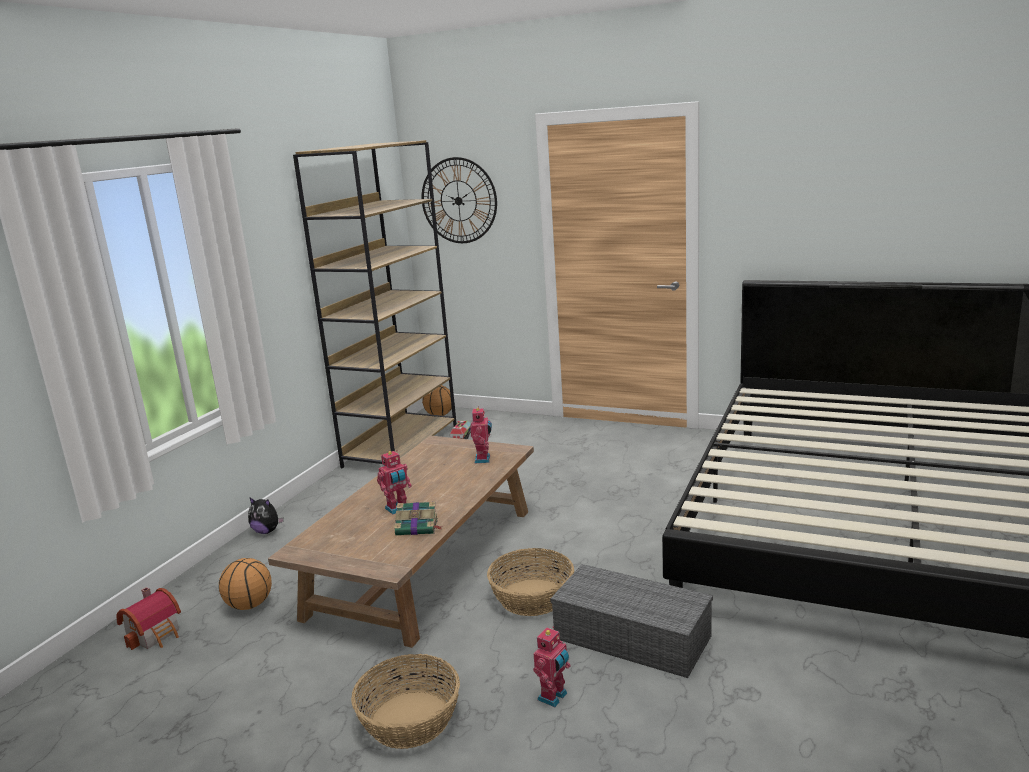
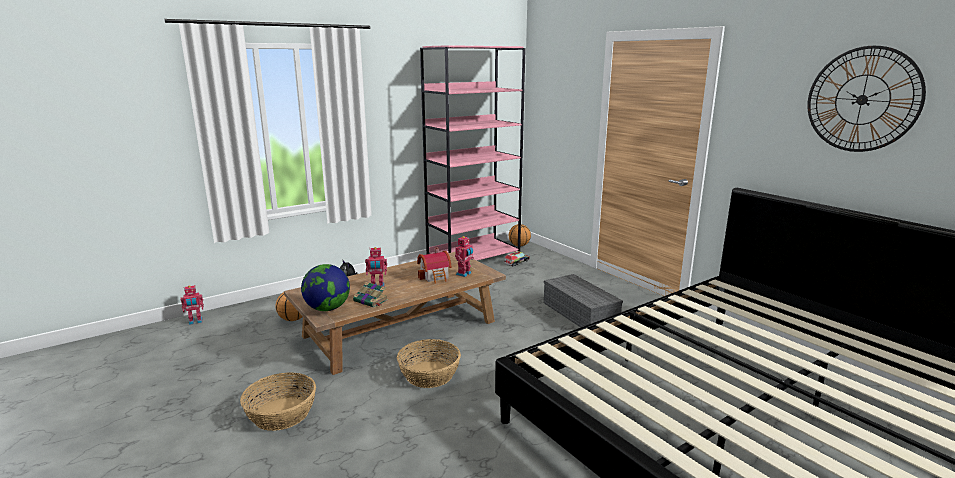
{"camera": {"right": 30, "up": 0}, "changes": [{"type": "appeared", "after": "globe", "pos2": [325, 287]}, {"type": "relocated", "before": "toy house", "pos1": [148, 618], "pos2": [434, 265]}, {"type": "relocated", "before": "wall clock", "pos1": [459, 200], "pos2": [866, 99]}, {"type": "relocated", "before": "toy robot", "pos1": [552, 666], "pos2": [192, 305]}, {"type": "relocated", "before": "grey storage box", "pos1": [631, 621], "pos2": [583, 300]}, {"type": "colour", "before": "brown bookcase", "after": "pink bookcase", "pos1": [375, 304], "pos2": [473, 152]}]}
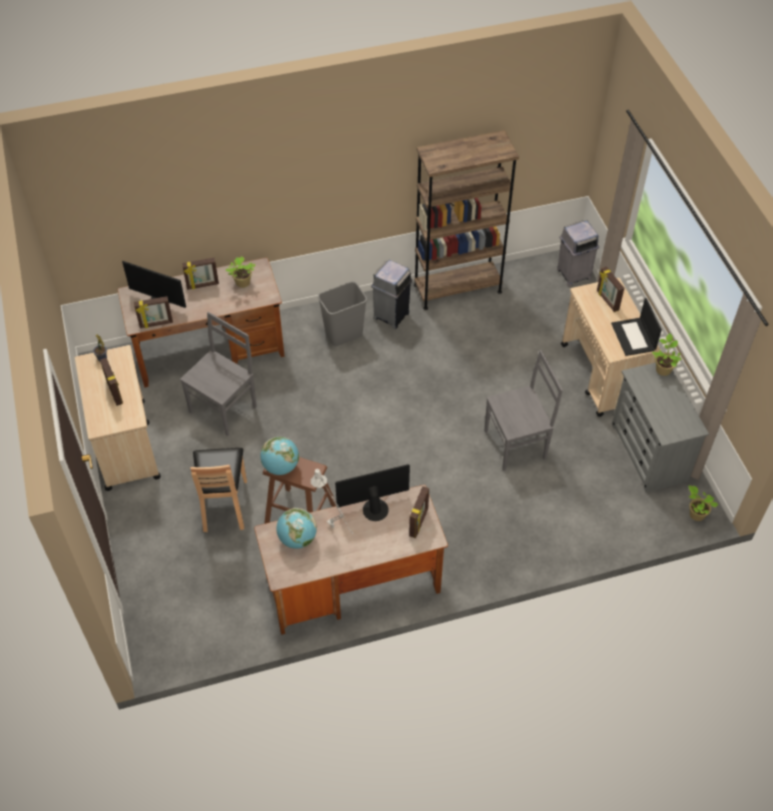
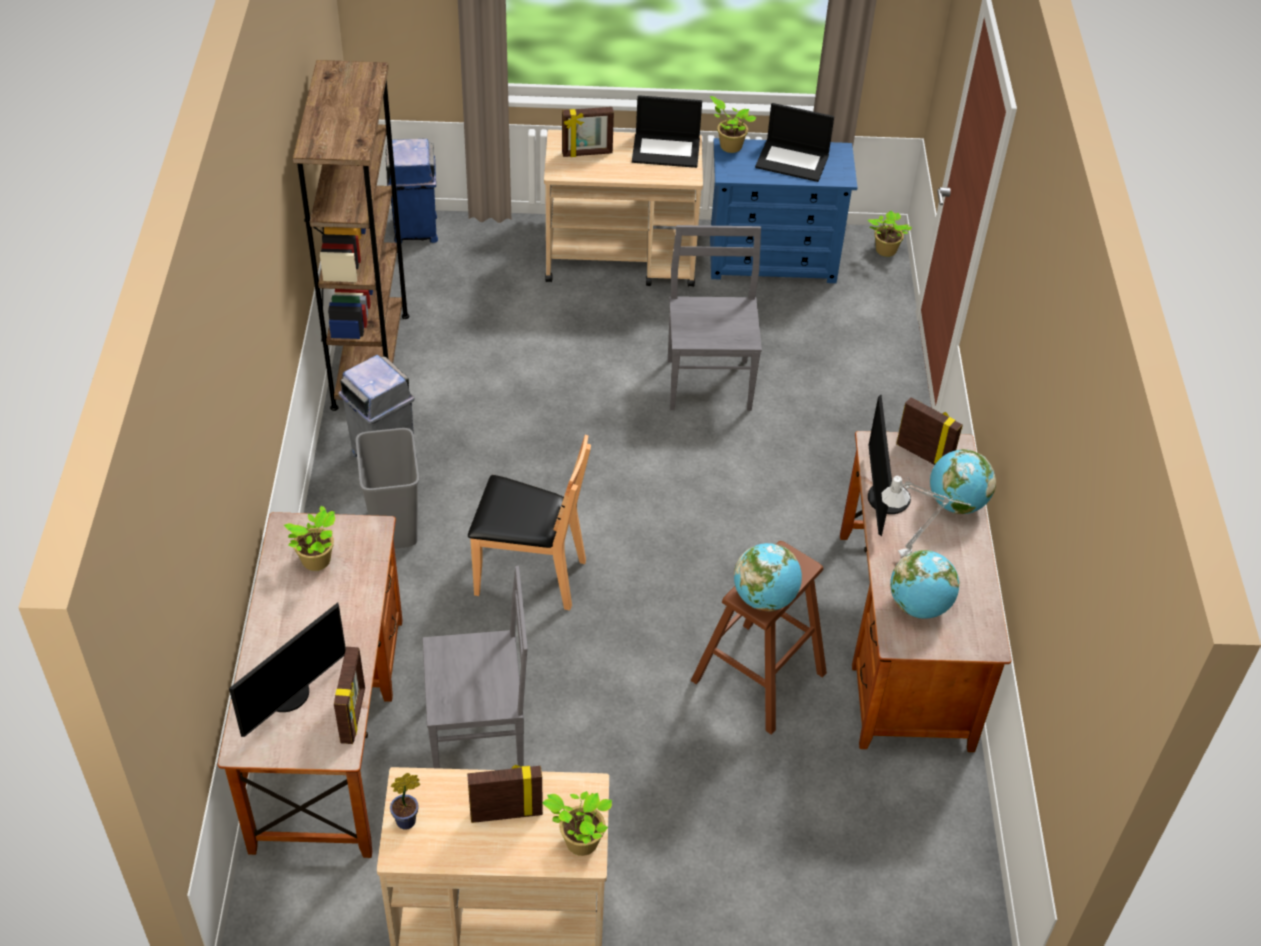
{"camera": {"right": -75, "up": -5}, "changes": [{"type": "missing", "before": "picture frame", "pos1": [200, 274]}, {"type": "appeared", "after": "potted plant", "pos2": [577, 823]}, {"type": "appeared", "after": "laptop", "pos2": [794, 142]}, {"type": "appeared", "after": "globe", "pos2": [963, 481]}, {"type": "relocated", "before": "brown chair", "pos1": [218, 490], "pos2": [529, 522]}, {"type": "colour", "before": "grey trash can", "after": "blue trash can", "pos1": [578, 253], "pos2": [412, 191]}, {"type": "colour", "before": "grey dresser", "after": "blue dresser", "pos1": [660, 427], "pos2": [784, 210]}, {"type": "spun", "before": "grey chair", "pos1": [218, 374], "pos2": [475, 667], "turn": 120}]}
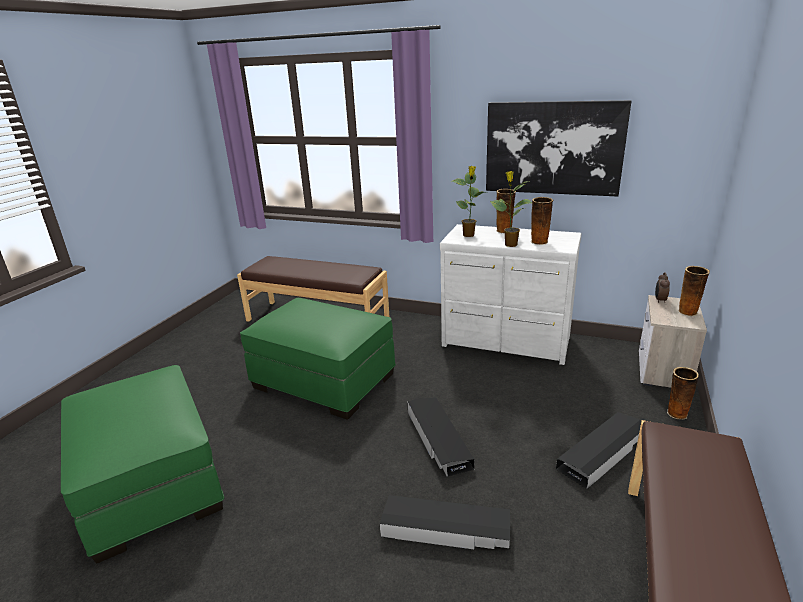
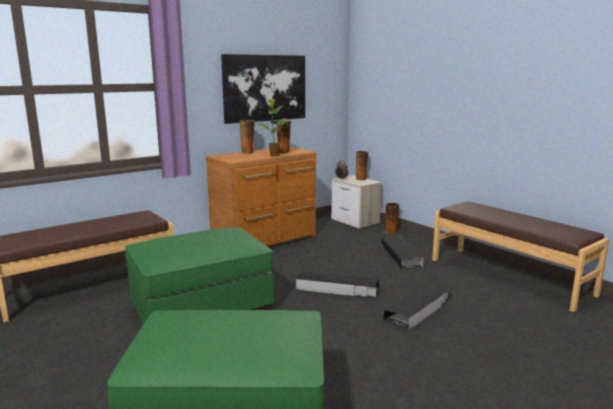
{"camera": {"right": -60, "up": -10}, "changes": [{"type": "missing", "before": "potted plant", "pos1": [470, 201]}, {"type": "colour", "before": "white dresser", "after": "brown dresser", "pos1": [511, 294], "pos2": [261, 196]}]}
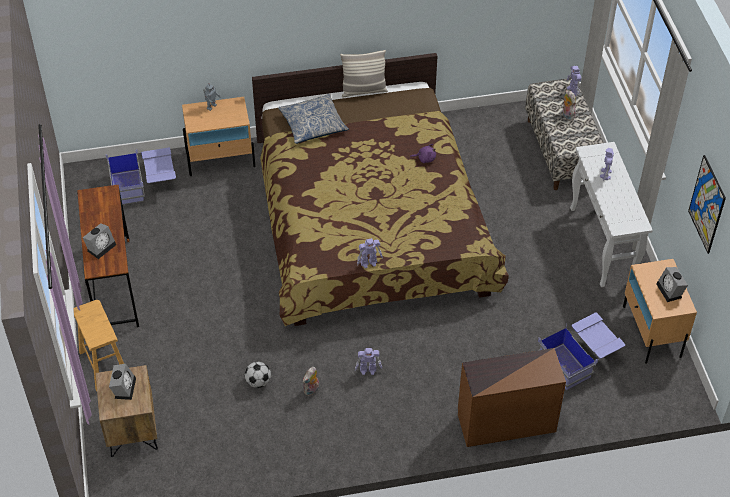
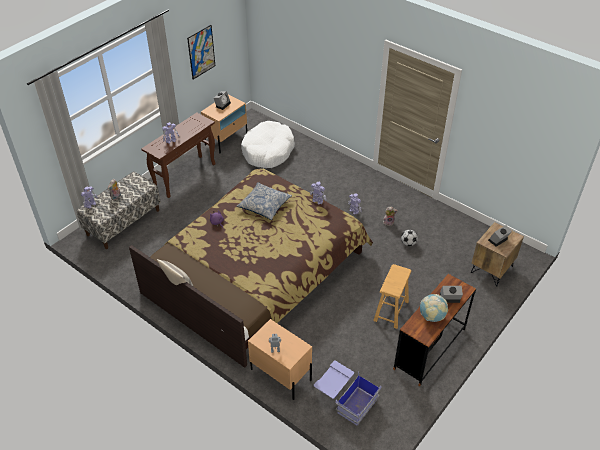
{"camera": {"right": -130, "up": -5}, "changes": [{"type": "missing", "before": "brown dresser", "pos1": [512, 397]}, {"type": "appeared", "after": "globe", "pos2": [434, 308]}, {"type": "relocated", "before": "brown stool", "pos1": [99, 345], "pos2": [392, 296]}, {"type": "relocated", "before": "pillow", "pos1": [313, 119], "pos2": [264, 201]}, {"type": "exchanged", "before": "blue storage box", "after": "white dog bed", "pos1": [581, 351], "pos2": [268, 144]}, {"type": "colour", "before": "white console table", "after": "brown console table", "pos1": [611, 214], "pos2": [178, 155]}]}
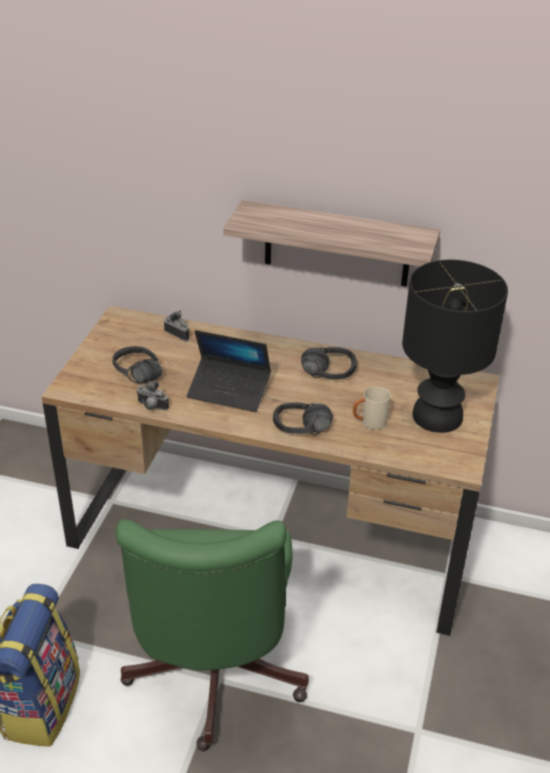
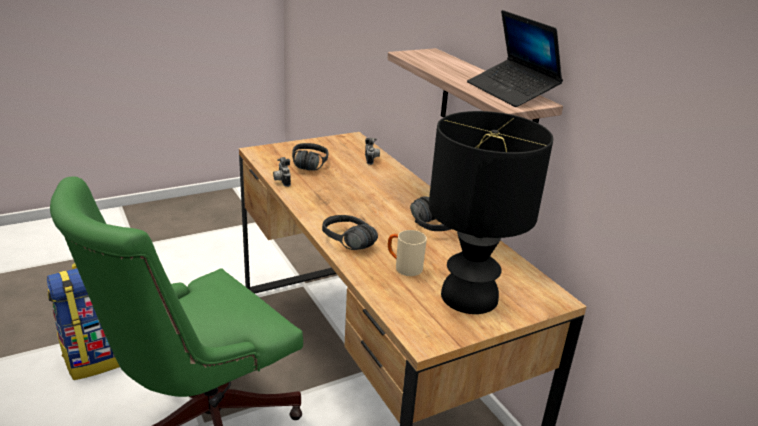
{"camera": {"right": 45, "up": -10}, "changes": [{"type": "relocated", "before": "laptop", "pos1": [229, 371], "pos2": [515, 58]}]}
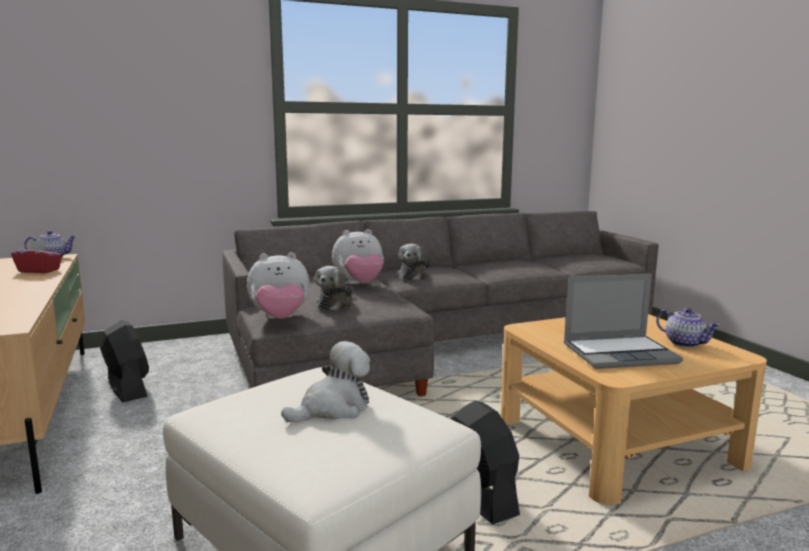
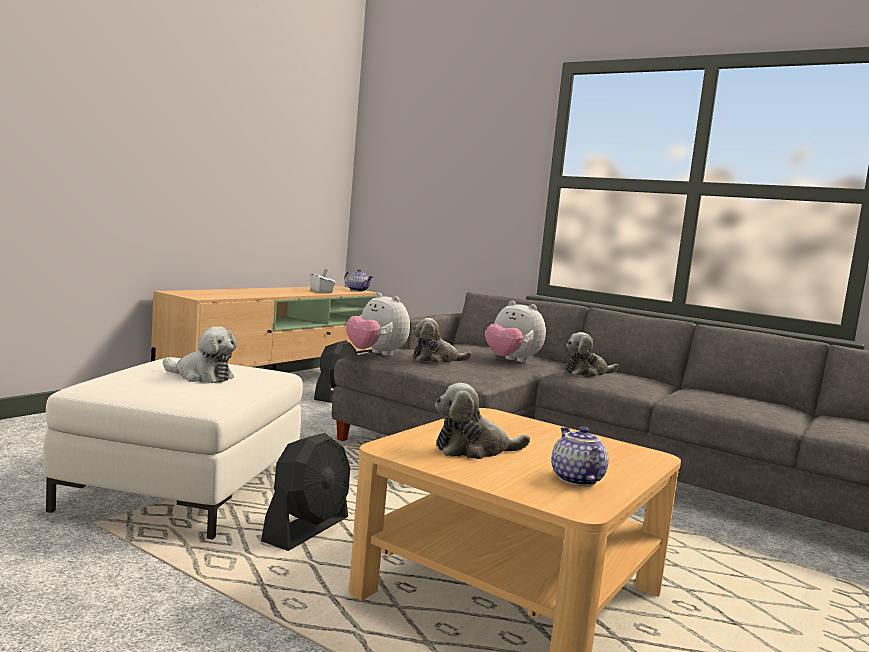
{"camera": {"right": 55, "up": -5}, "changes": [{"type": "exchanged", "before": "laptop", "after": "plush toy", "pos1": [623, 321], "pos2": [482, 421]}, {"type": "colour", "before": "red tissue box", "after": "white tissue box", "pos1": [37, 256], "pos2": [323, 281]}, {"type": "spun", "before": "teapot", "pos1": [688, 328], "pos2": [580, 456], "turn": 150}]}
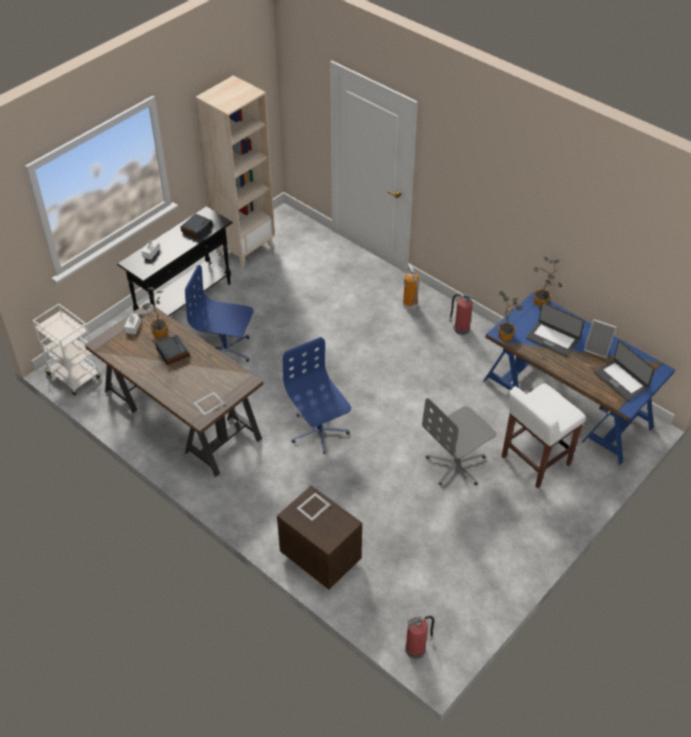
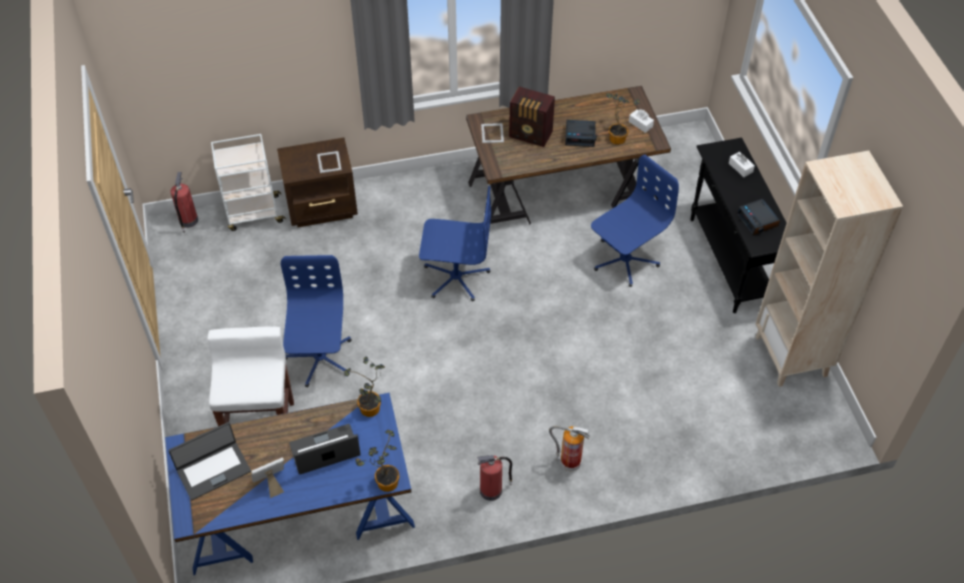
{"camera": {"right": 125, "up": 5}, "changes": [{"type": "appeared", "after": "radio", "pos2": [532, 117]}, {"type": "relocated", "before": "white cart", "pos1": [66, 349], "pos2": [248, 182]}, {"type": "colour", "before": "grey office chair", "after": "blue office chair", "pos1": [459, 442], "pos2": [316, 321]}, {"type": "spun", "before": "laptop", "pos1": [624, 370], "pos2": [209, 461], "turn": 150}]}
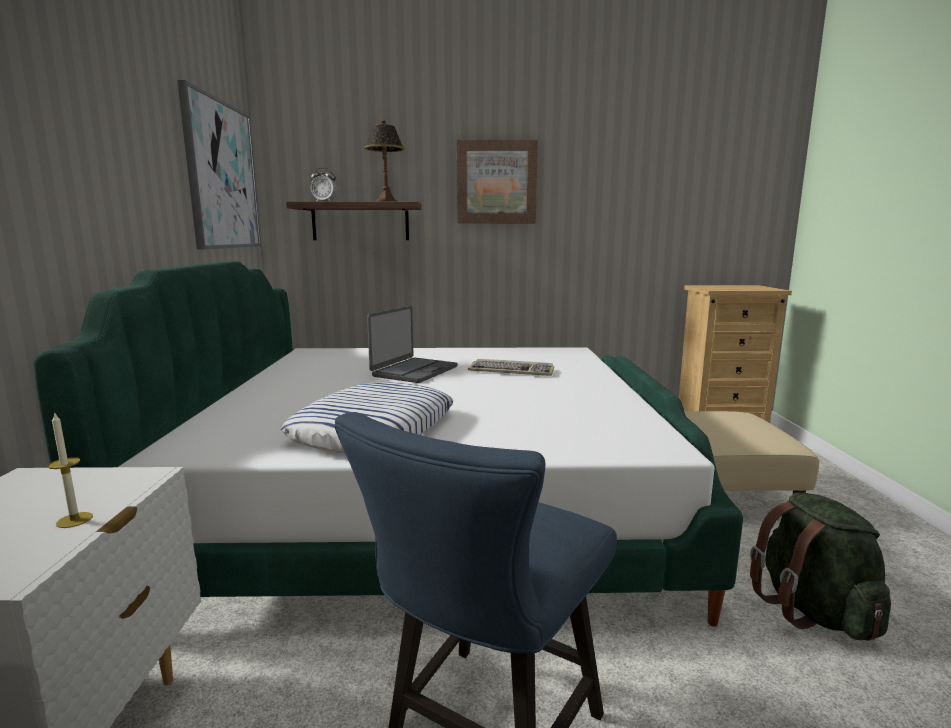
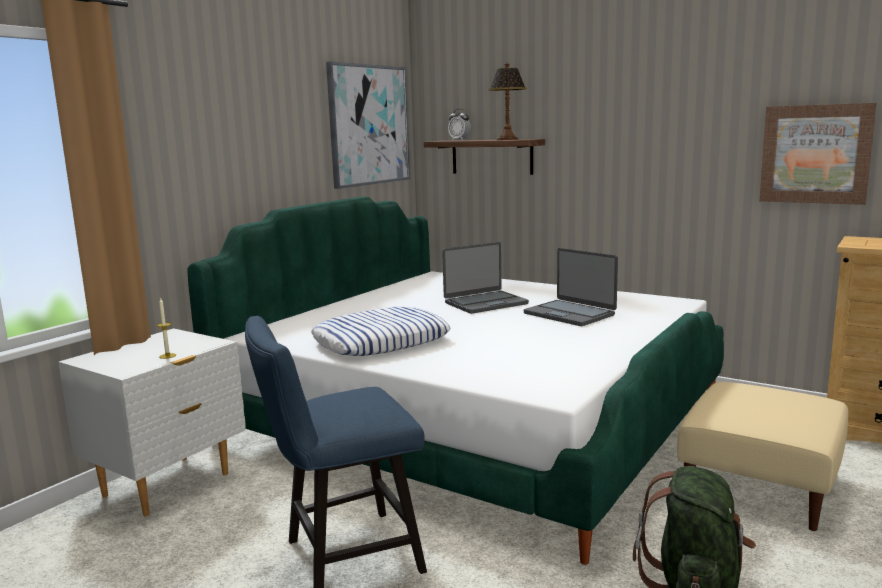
{"camera": {"right": 35, "up": 0}, "changes": [{"type": "relocated", "before": "picture", "pos1": [497, 182], "pos2": [818, 154]}, {"type": "exchanged", "before": "keyboard", "after": "laptop", "pos1": [511, 367], "pos2": [571, 287]}]}
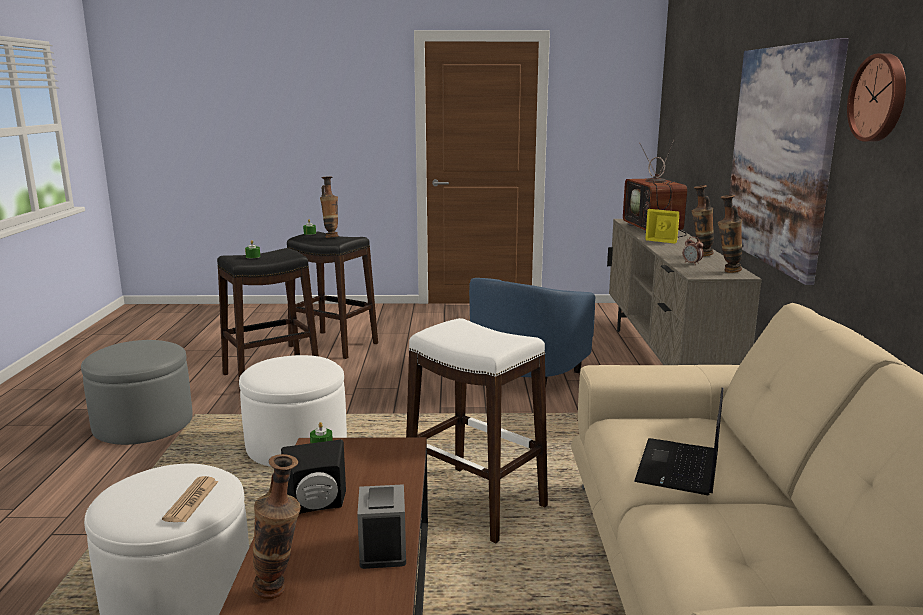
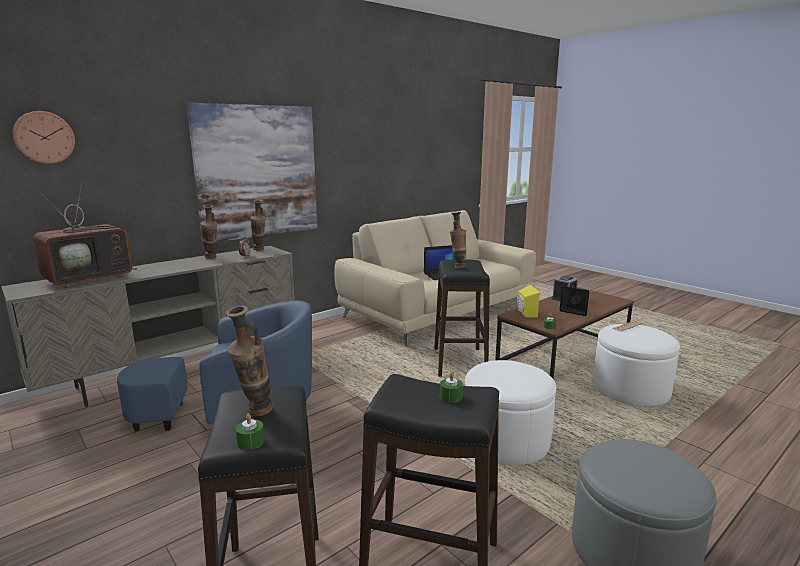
{"camera": {"right": -130, "up": 0}, "changes": [{"type": "relocated", "before": "vase", "pos1": [276, 526], "pos2": [458, 240]}, {"type": "relocated", "before": "yellow speaker", "pos1": [662, 226], "pos2": [528, 301]}, {"type": "relocated", "before": "wall clock", "pos1": [876, 97], "pos2": [44, 137]}, {"type": "colour", "before": "white stool", "after": "black stool", "pos1": [477, 430], "pos2": [462, 318]}]}
